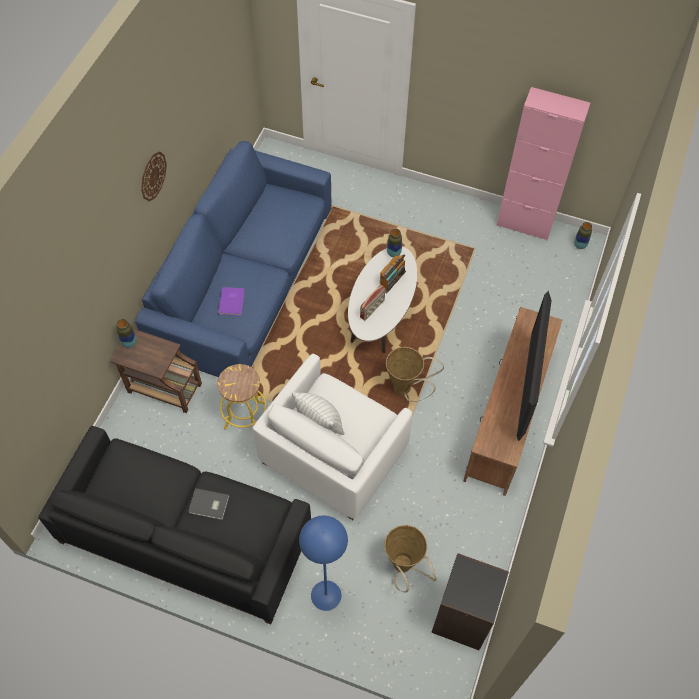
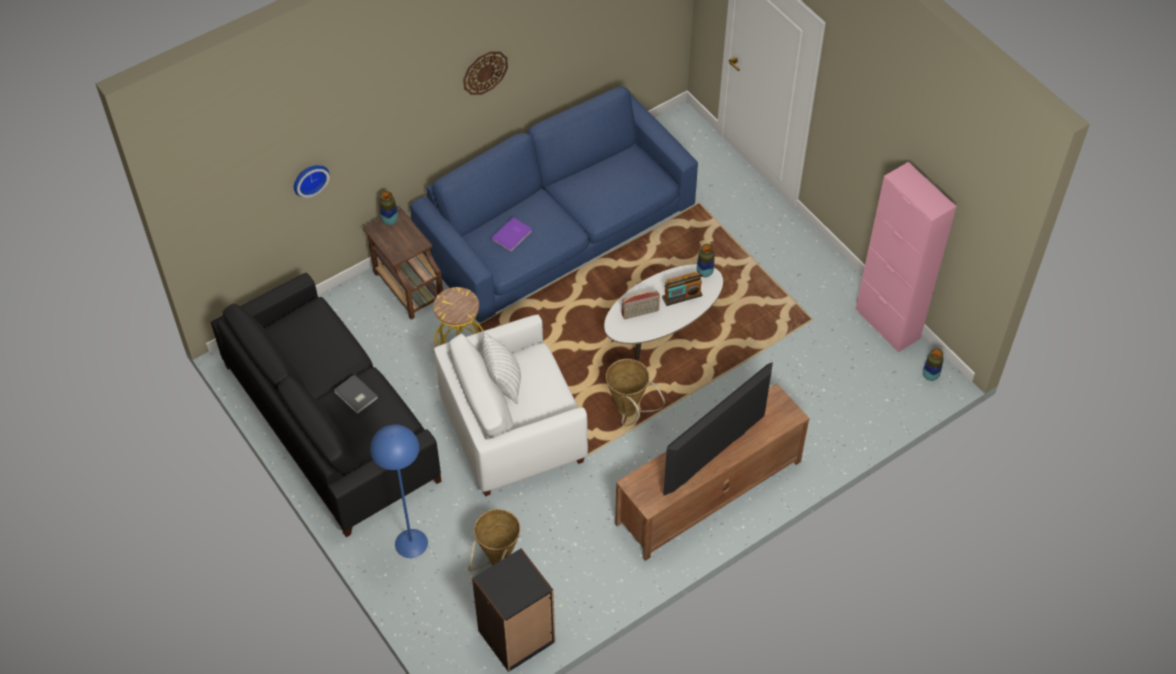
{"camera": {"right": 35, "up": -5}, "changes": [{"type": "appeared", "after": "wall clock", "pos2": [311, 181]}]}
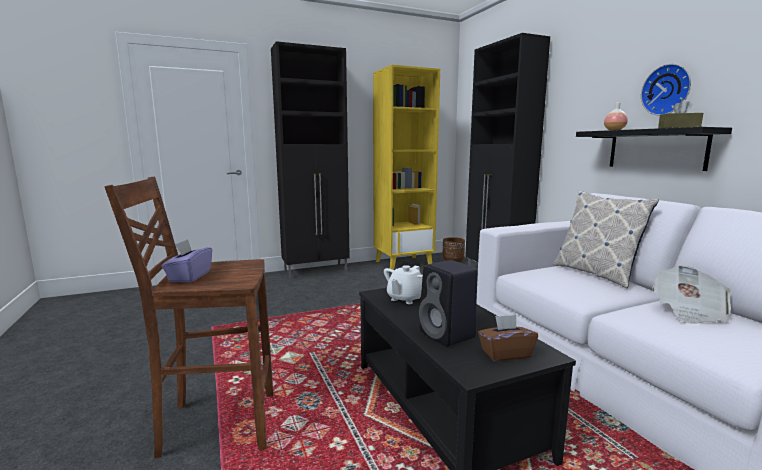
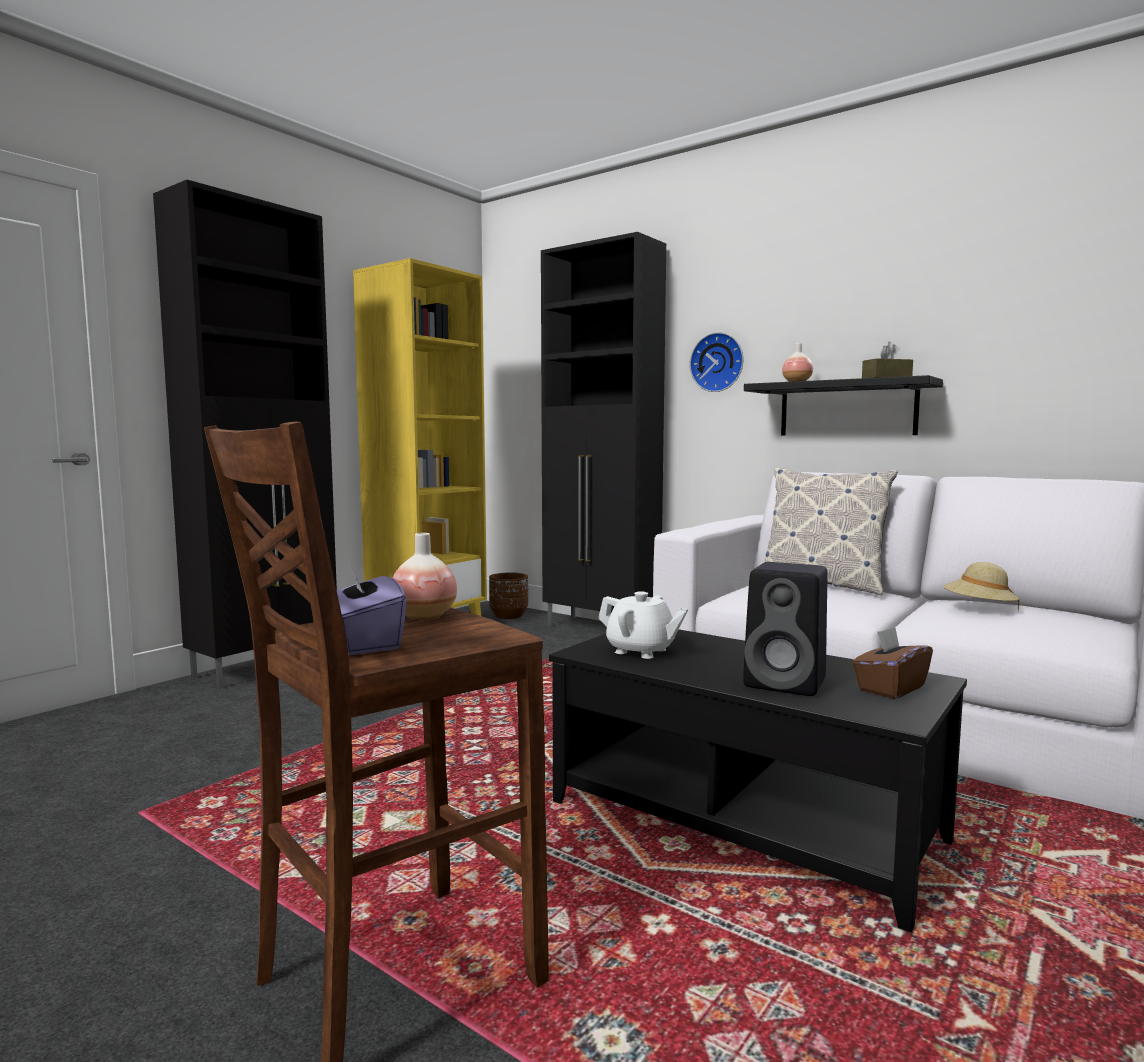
{"camera": {"right": -30, "up": -5}, "changes": [{"type": "appeared", "after": "vase", "pos2": [425, 576]}, {"type": "relocated", "before": "wall clock", "pos1": [666, 89], "pos2": [716, 362]}, {"type": "exchanged", "before": "newspaper", "after": "beige hat", "pos1": [691, 294], "pos2": [981, 586]}, {"type": "spun", "before": "white teapot", "pos1": [403, 284], "pos2": [643, 625], "turn": -60}]}
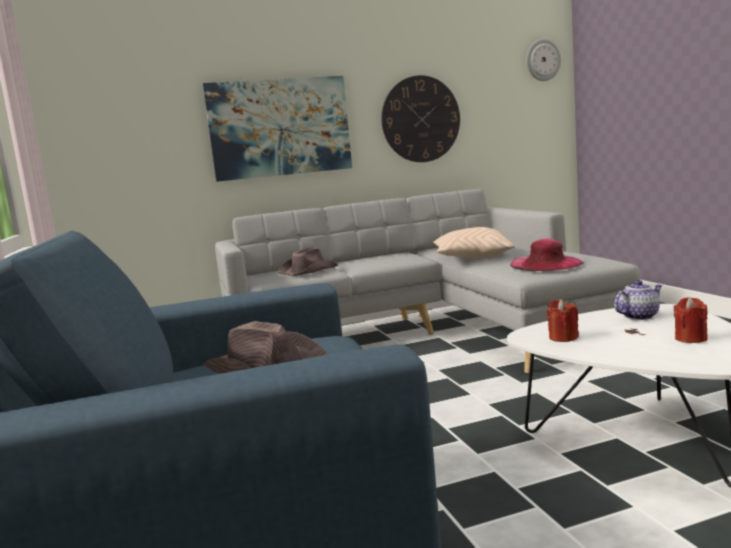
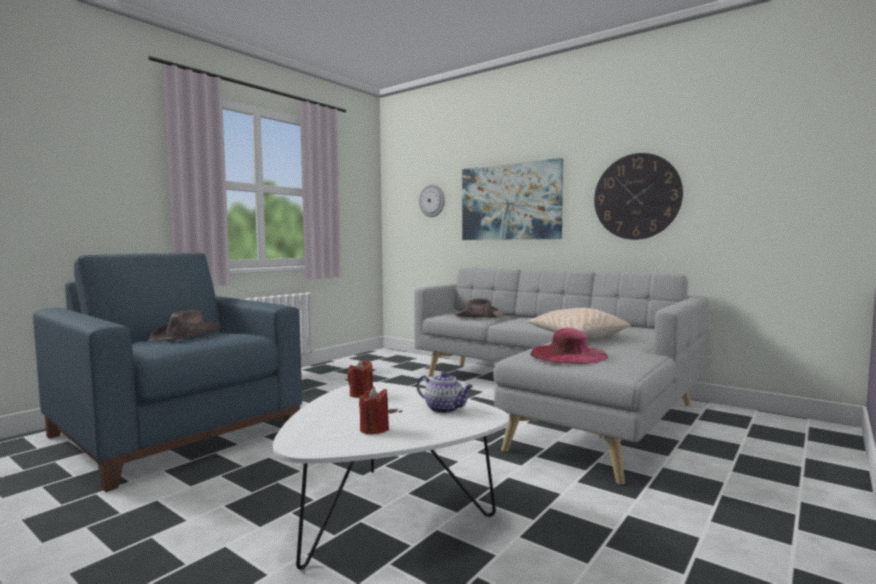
{"camera": {"right": 55, "up": -5}, "changes": [{"type": "relocated", "before": "wall clock", "pos1": [543, 60], "pos2": [432, 200]}]}
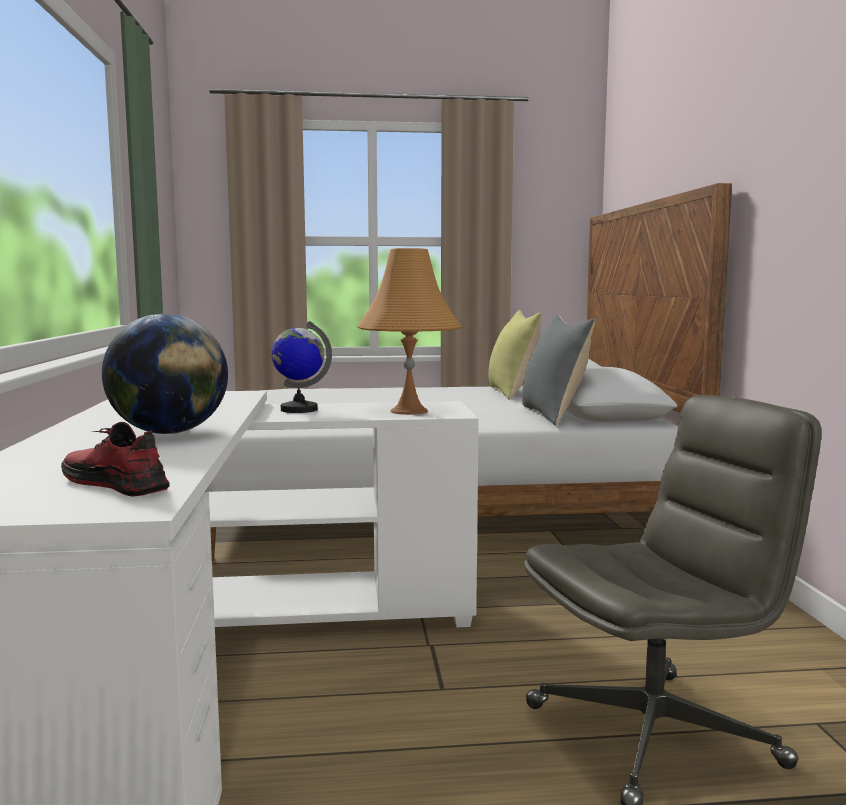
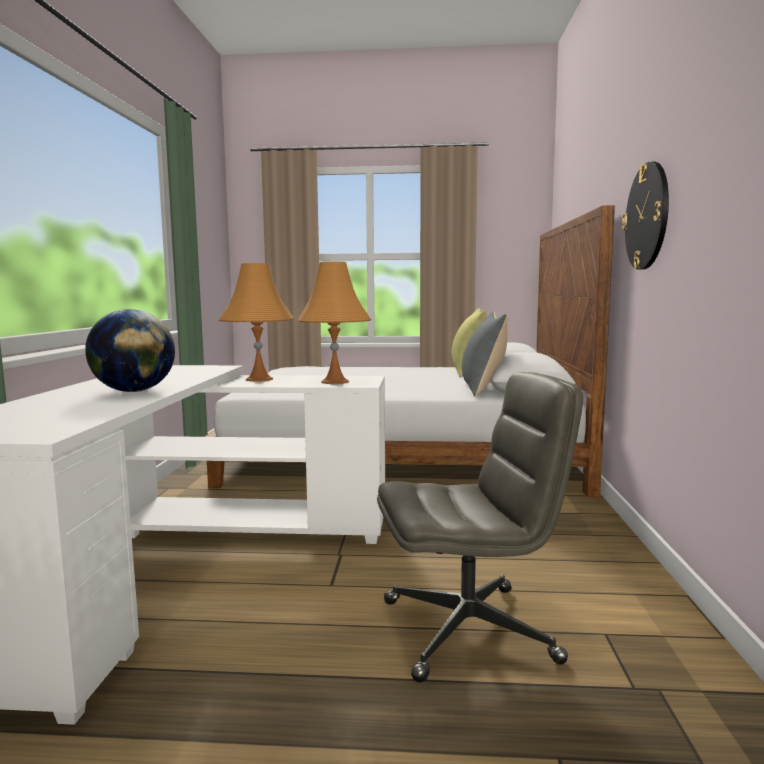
{"camera": {"right": 10, "up": 0}, "changes": [{"type": "missing", "before": "red shoe", "pos1": [115, 459]}, {"type": "appeared", "after": "wall clock", "pos2": [645, 216]}, {"type": "exchanged", "before": "globe", "after": "orange table lamp", "pos1": [301, 367], "pos2": [256, 322]}]}
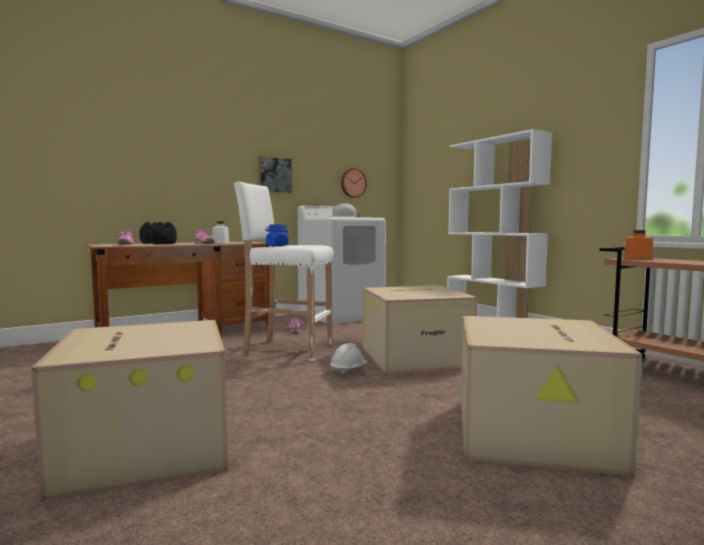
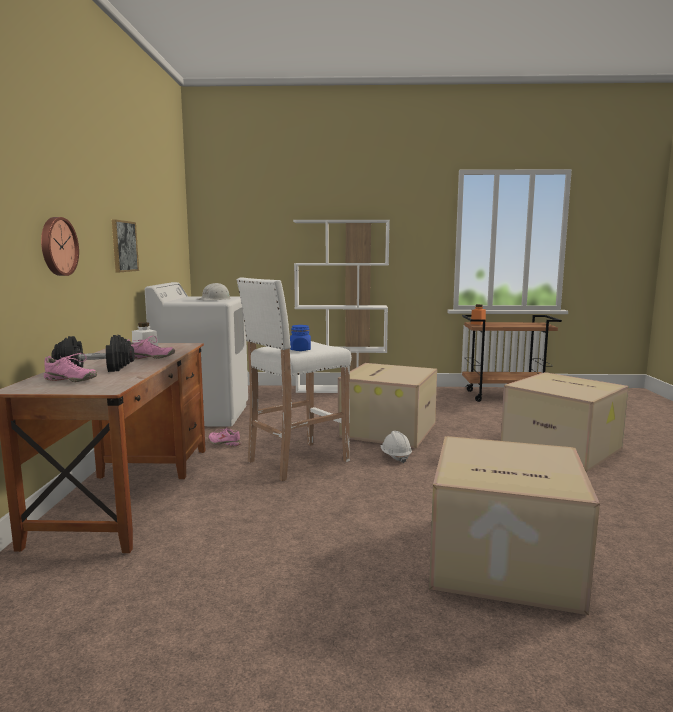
{"camera": {"right": -55, "up": 5}, "changes": [{"type": "relocated", "before": "wall clock", "pos1": [354, 183], "pos2": [60, 246]}]}
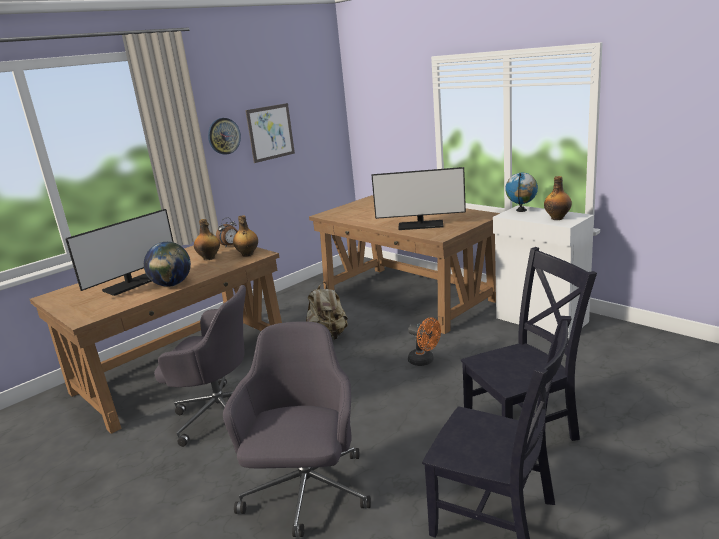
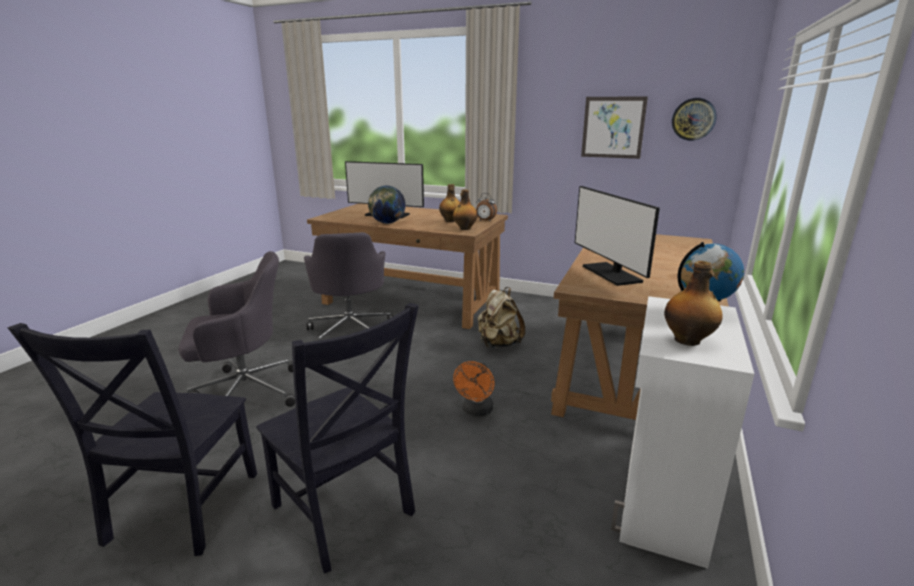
{"camera": {"right": 65, "up": 0}, "changes": [{"type": "relocated", "before": "wall clock", "pos1": [224, 136], "pos2": [694, 119]}]}
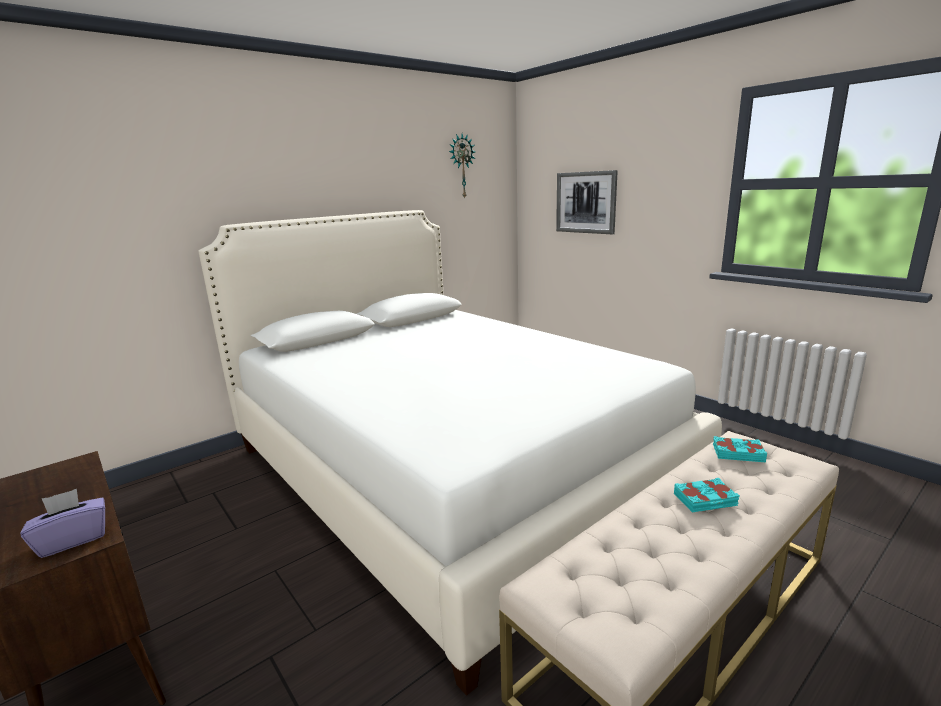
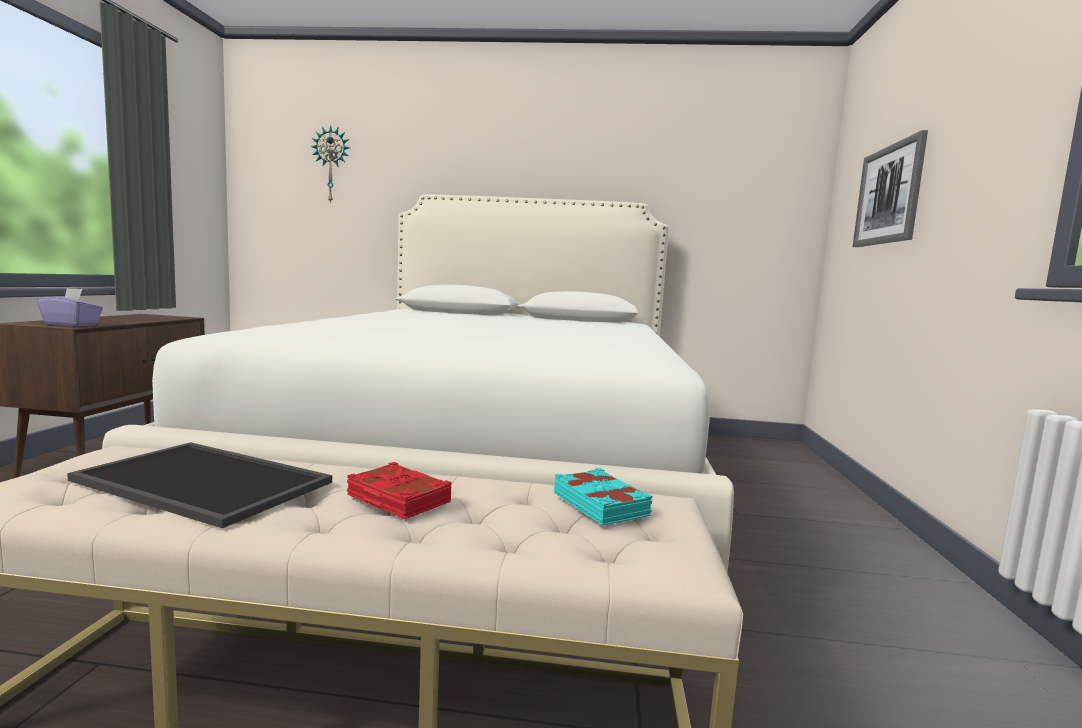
{"camera": {"right": 45, "up": -10}, "changes": [{"type": "appeared", "after": "tray", "pos2": [199, 485]}, {"type": "relocated", "before": "wall clock", "pos1": [462, 166], "pos2": [330, 164]}, {"type": "colour", "before": "turquoise book", "after": "red book", "pos1": [707, 495], "pos2": [399, 490]}]}
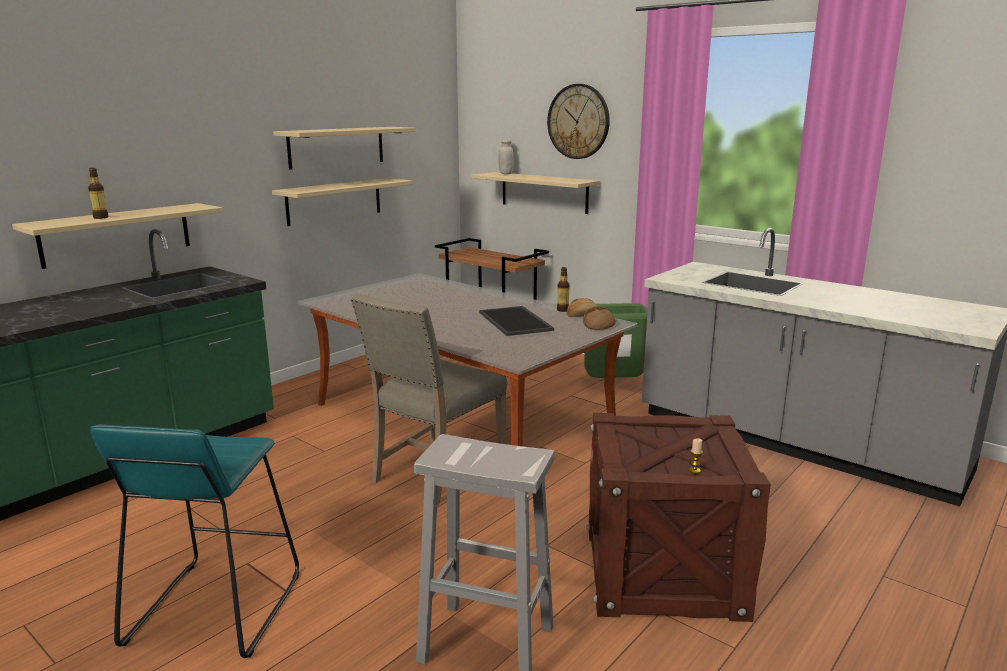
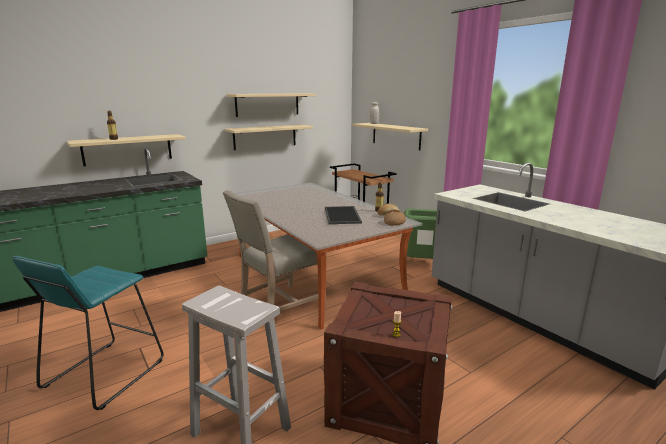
{"camera": {"right": 15, "up": 0}, "changes": [{"type": "missing", "before": "wall clock", "pos1": [578, 121]}]}
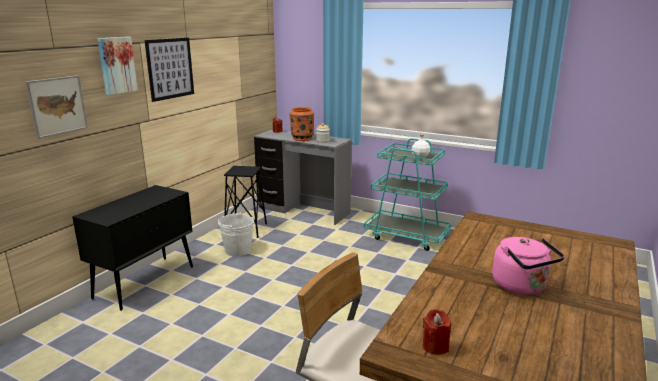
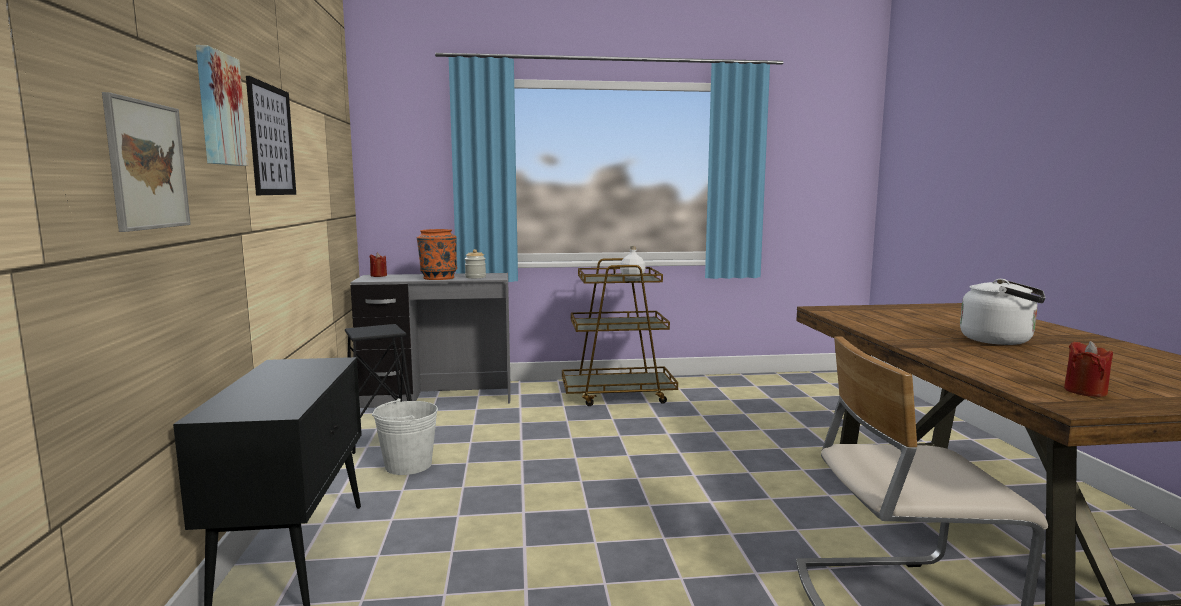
{"camera": {"right": -35, "up": -10}, "changes": [{"type": "colour", "before": "turquoise cart", "after": "brown cart", "pos1": [407, 194], "pos2": [620, 332]}, {"type": "colour", "before": "pink kettle", "after": "white kettle", "pos1": [528, 266], "pos2": [1003, 312]}]}
